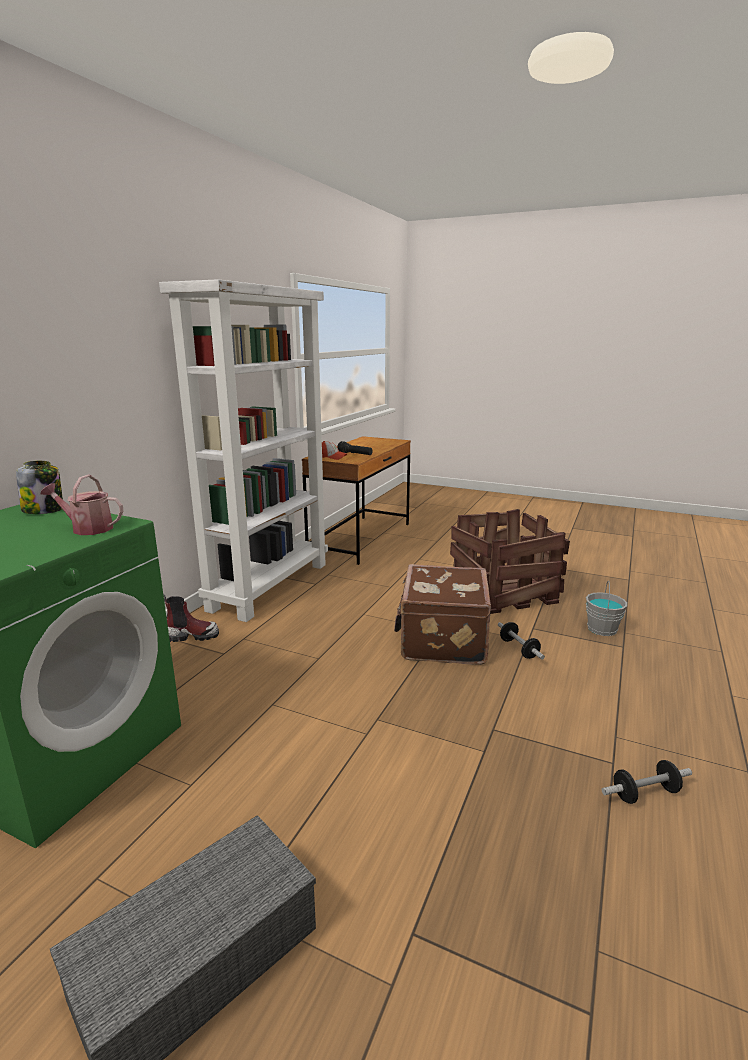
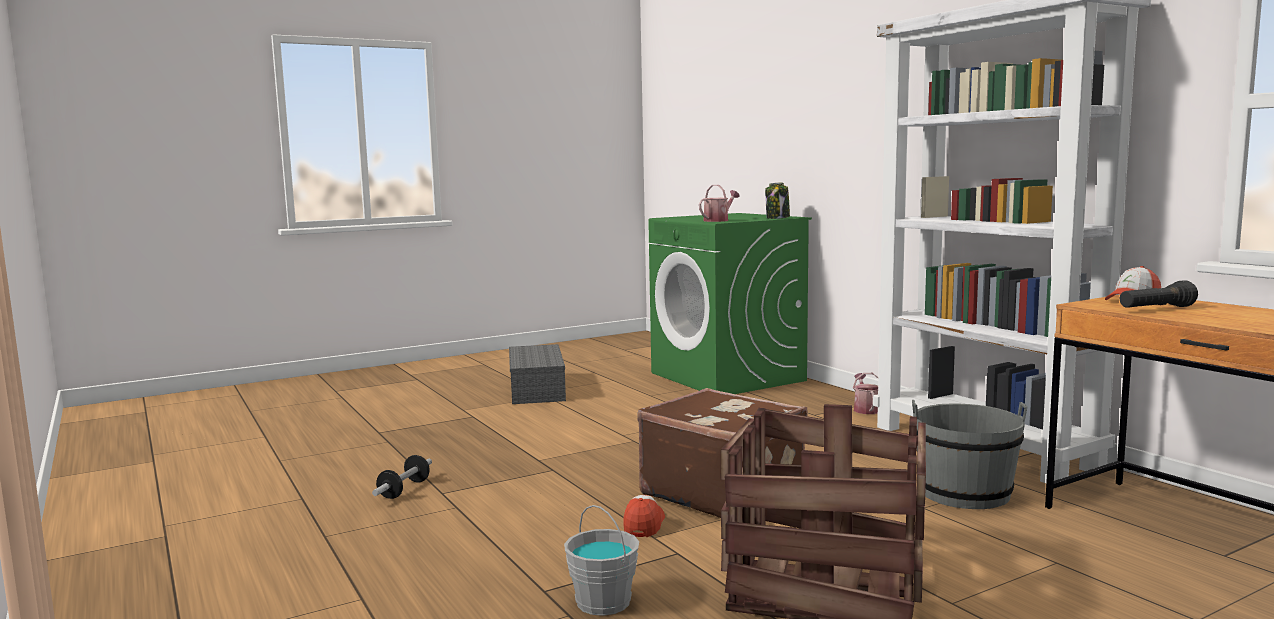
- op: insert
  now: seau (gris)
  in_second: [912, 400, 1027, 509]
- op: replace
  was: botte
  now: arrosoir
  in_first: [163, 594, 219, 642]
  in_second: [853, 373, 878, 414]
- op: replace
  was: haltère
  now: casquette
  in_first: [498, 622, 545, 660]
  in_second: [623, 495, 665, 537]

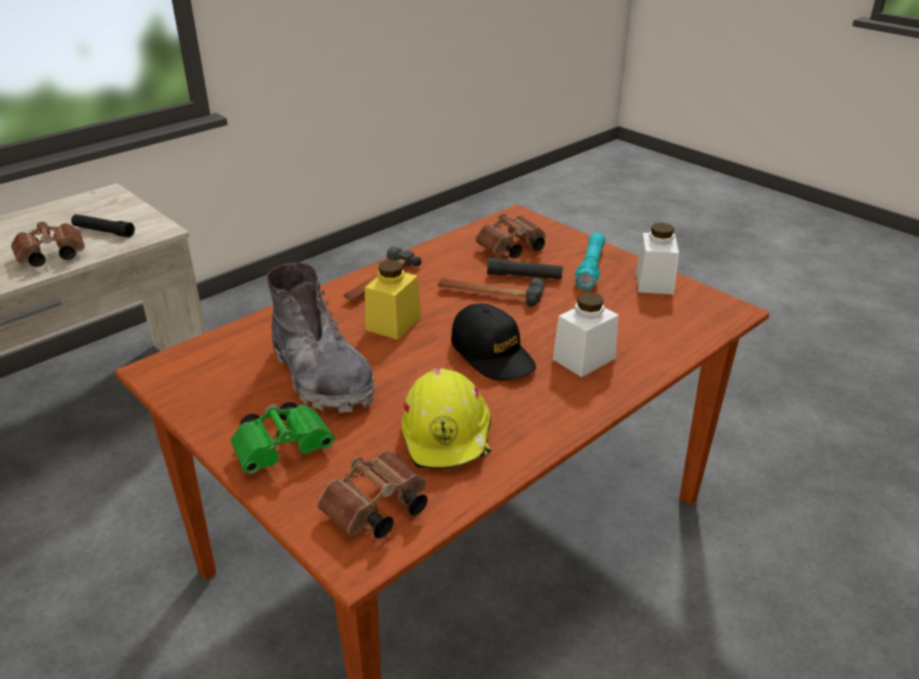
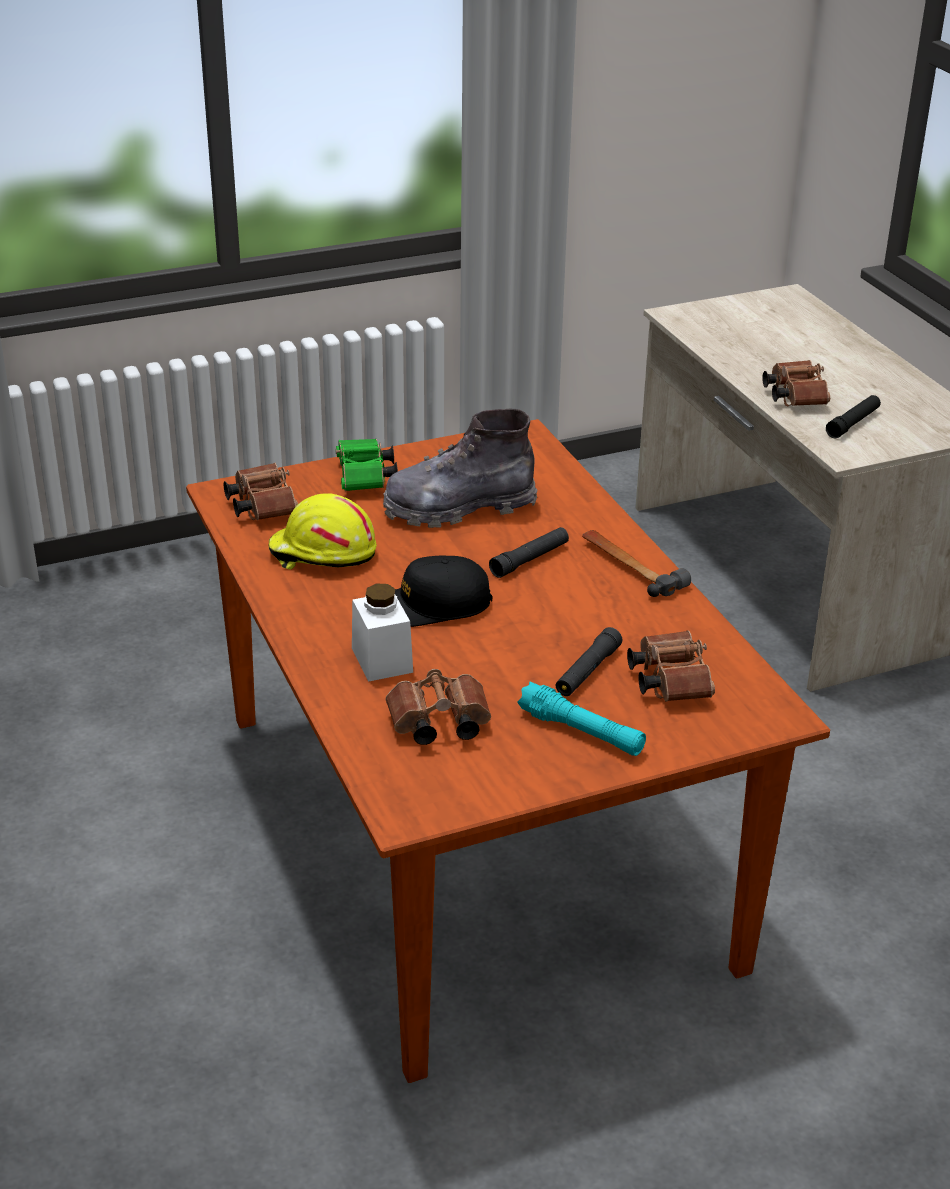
- op: delete
  was: marteau
  in_first: [438, 278, 545, 307]
- op: delete
  was: bocal (blanc)
  in_first: [636, 223, 679, 295]
- op: insert
  now: jumelles (marron)
  in_second: [386, 669, 491, 745]
- op: replace
  was: bocal (jaune)
  now: lampe de poche (noir)
  in_first: [365, 260, 421, 340]
  in_second: [489, 527, 569, 578]

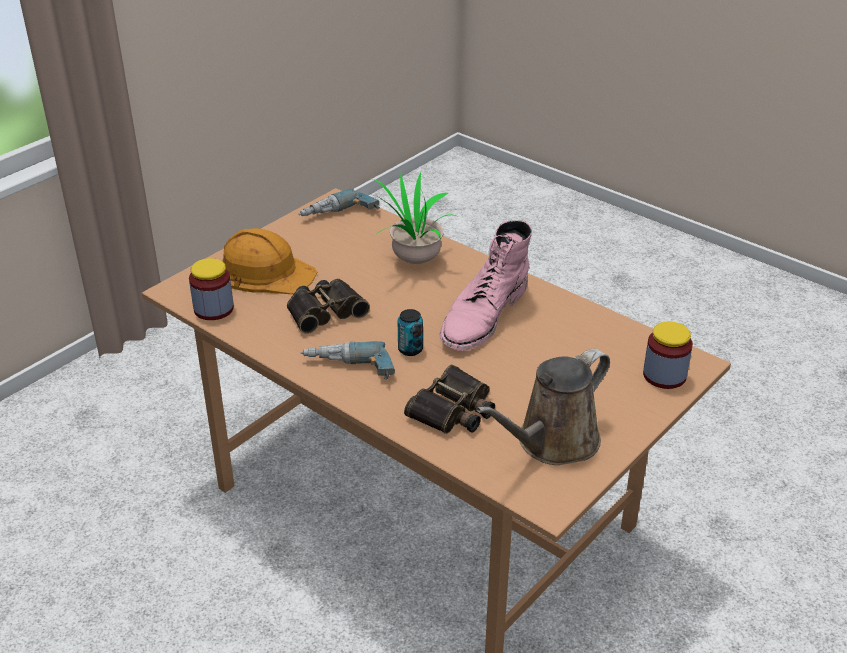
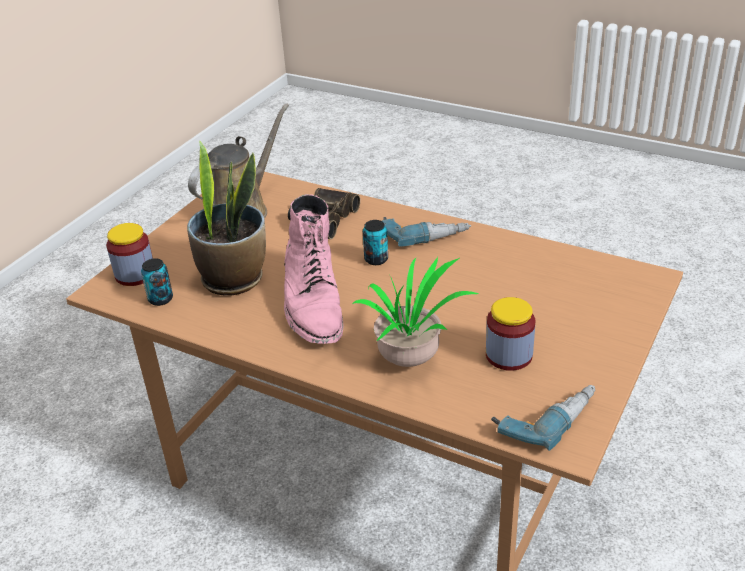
- op: delete
  was: casque de chantier (orange)
  in_first: [222, 228, 318, 294]
- op: delete
  was: jumelles
  in_first: [287, 279, 370, 334]
- op: insert
  now: boîte métallique
  in_second: [141, 258, 173, 306]
- op: insert
  now: plante en pot
  in_second: [187, 140, 266, 296]
- op: move
  was: bocal
  in_first: [189, 258, 234, 320]
  in_second: [486, 297, 535, 371]
- op: rotate
  was: botte (rose)
  in_first: [440, 220, 532, 351]
  in_second: [284, 194, 344, 344]
  clockwise: 150

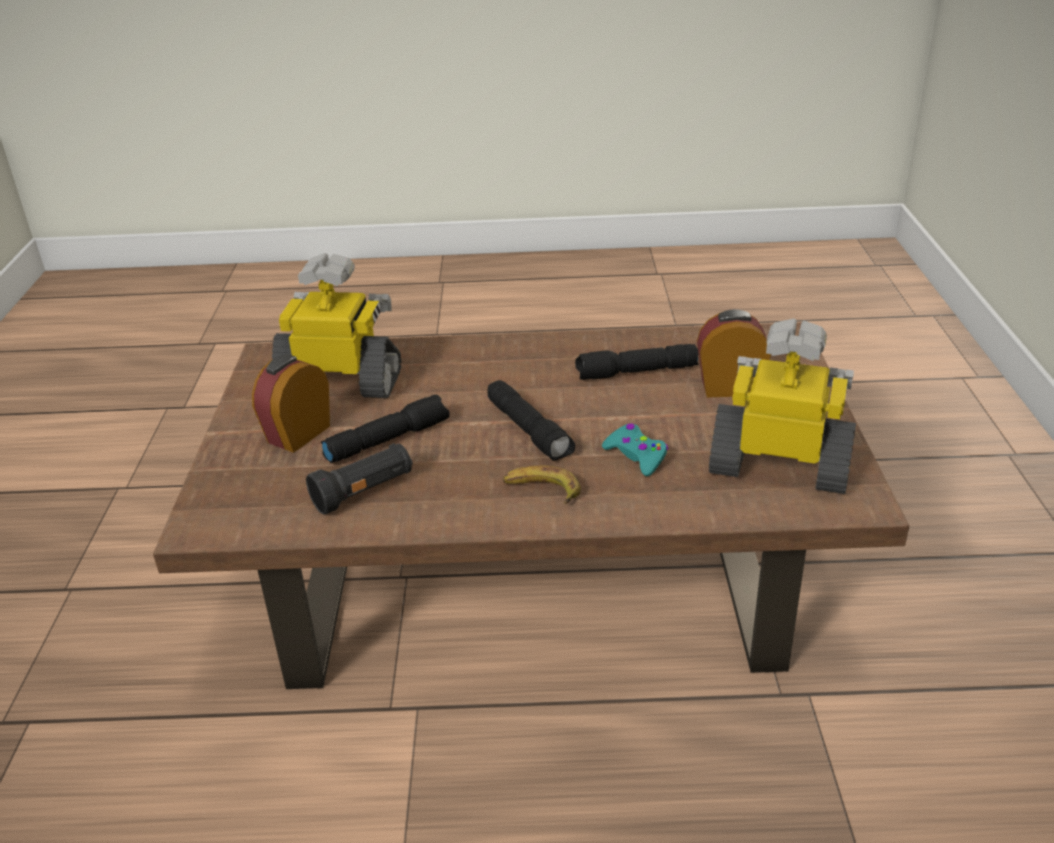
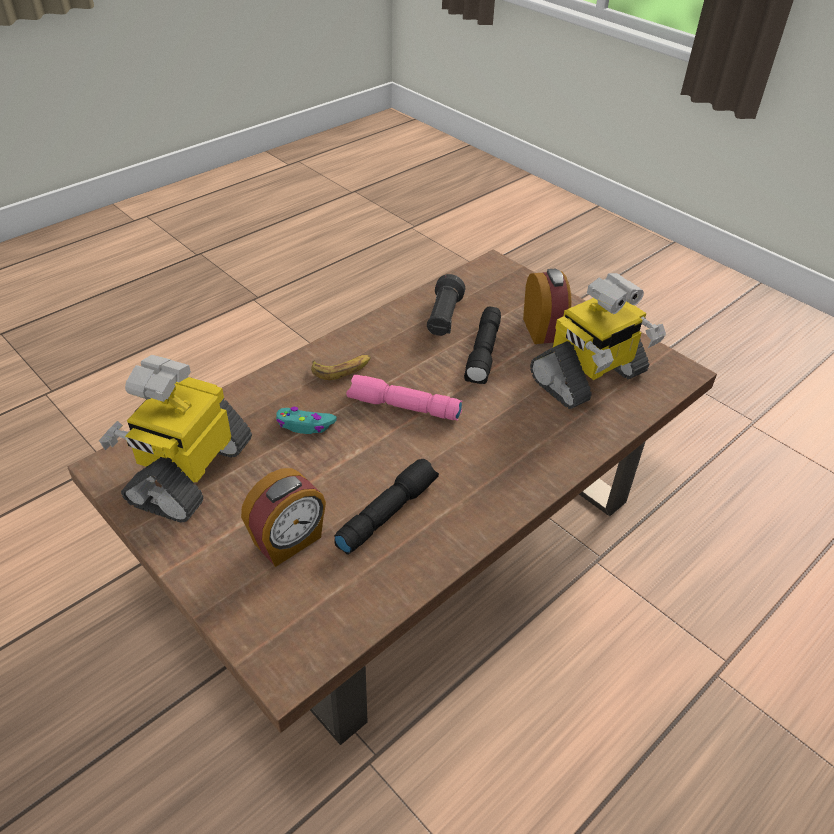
- op: recolor
  was: lampe de poche (noir)
  now: lampe de poche (rose)
  in_first: [488, 380, 575, 461]
  in_second: [346, 375, 463, 421]
- op: rotate
  was: robot jouet
  in_first: [709, 318, 856, 494]
  in_second: [99, 355, 252, 523]
  clockwise: 135

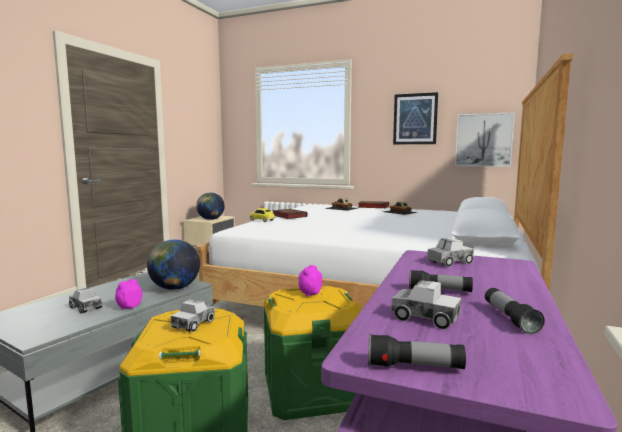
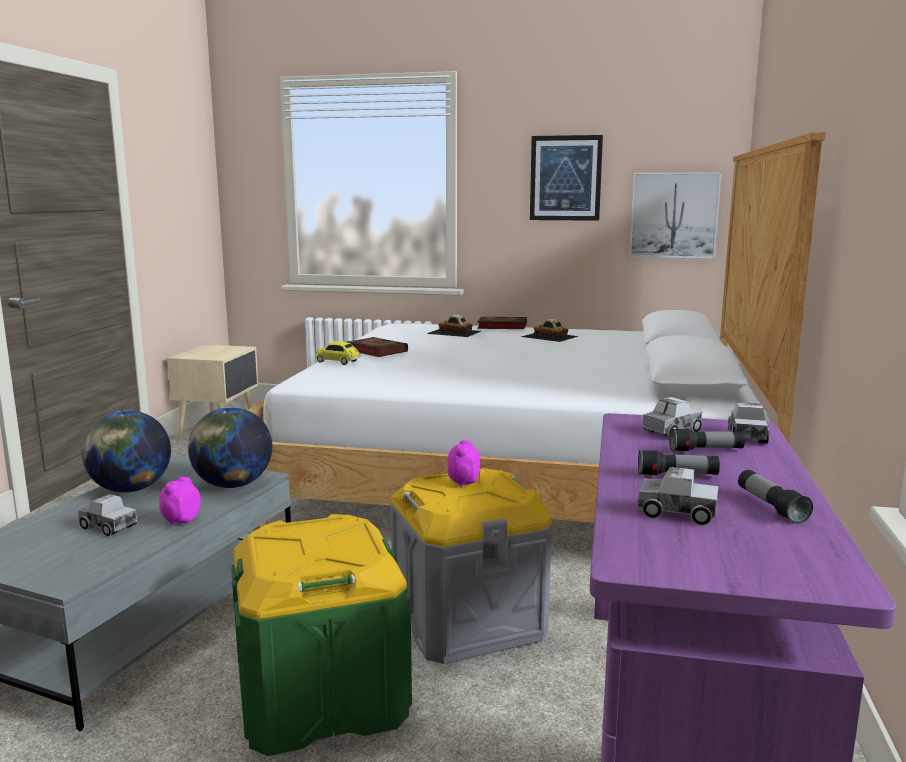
- op: move
  was: camion jouet
  in_first: [171, 299, 215, 332]
  in_second: [728, 402, 769, 444]
- op: move
  was: globe
  in_first: [196, 192, 225, 220]
  in_second: [82, 410, 171, 493]
- op: move
  was: lampe de poche
  in_first: [368, 334, 466, 369]
  in_second: [669, 428, 745, 451]
- op: recolor
  was: boîte de rangement (vert)
  now: boîte de rangement (gris)
  in_first: [264, 286, 361, 420]
  in_second: [390, 468, 553, 664]

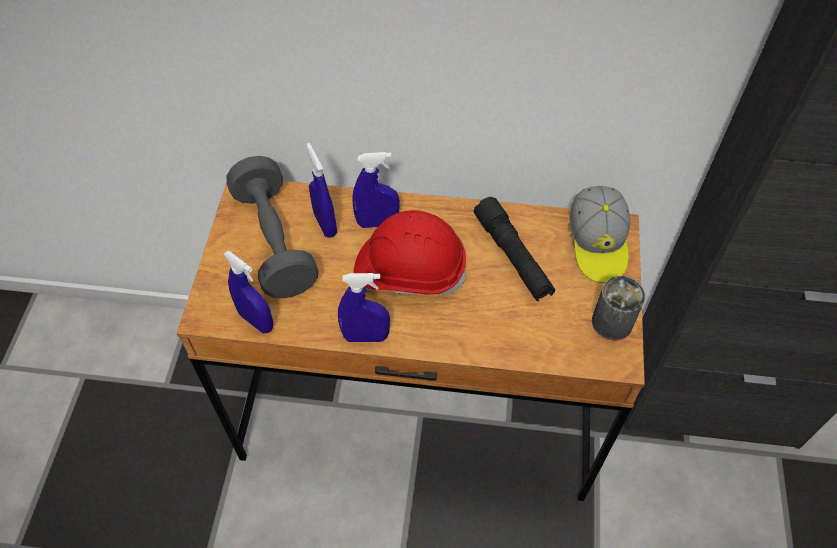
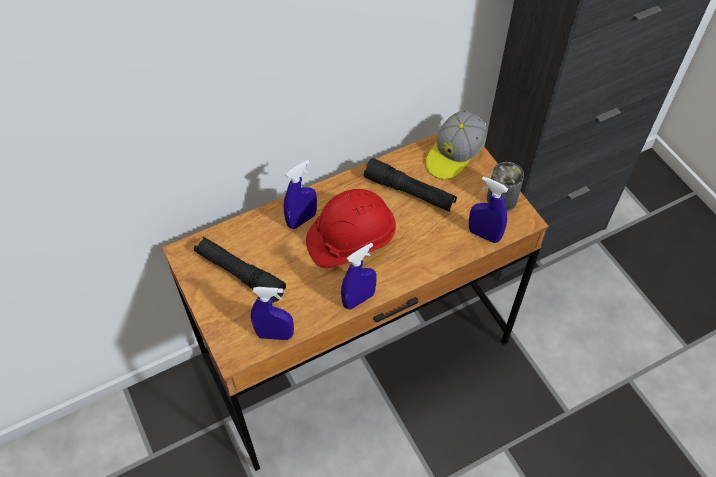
- op: move
  was: vaporisateur (bleu)
  in_first: [306, 143, 337, 238]
  in_second: [469, 176, 508, 243]
- op: replace
  was: haltère (gris)
  now: lampe de poche (noir)
  in_first: [227, 156, 319, 298]
  in_second: [194, 237, 286, 303]
- op: rotate
  was: casquette
  in_first: [569, 186, 630, 283]
  in_second: [426, 111, 487, 180]
  clockwise: 75

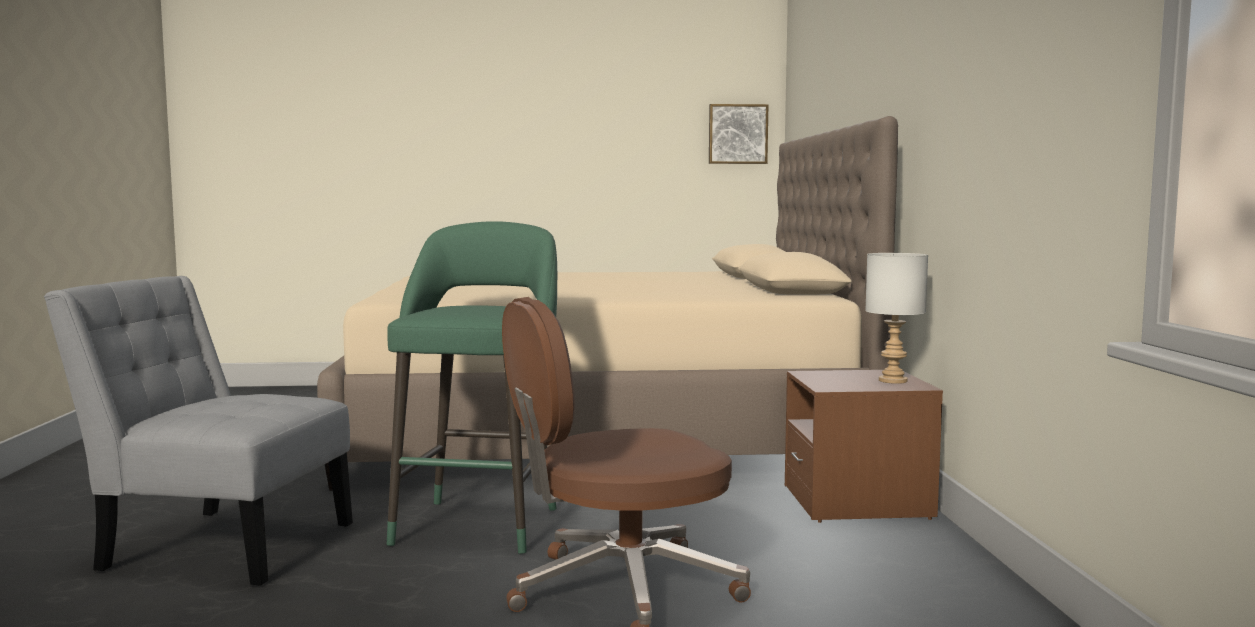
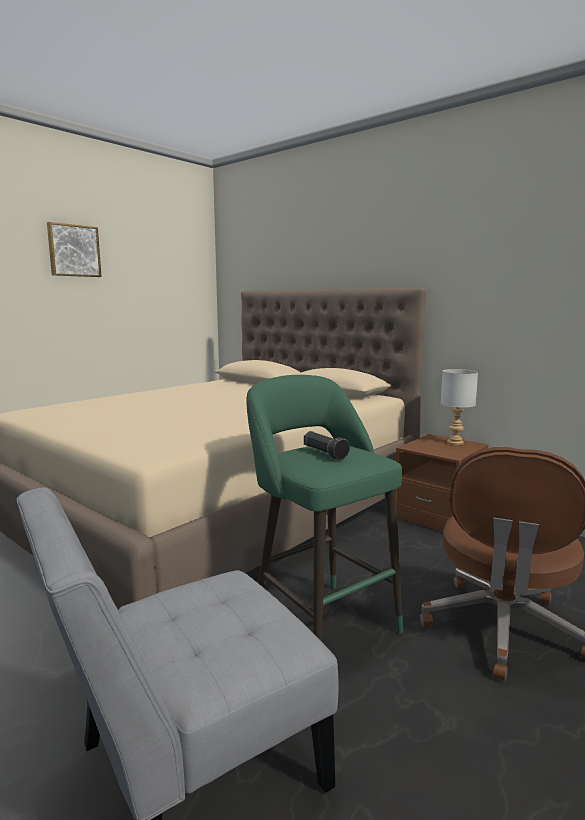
- op: insert
  now: lampe de poche (noir)
  in_second: [304, 431, 350, 460]
- op: move
  was: tableau
  in_first: [709, 104, 768, 164]
  in_second: [47, 222, 102, 277]

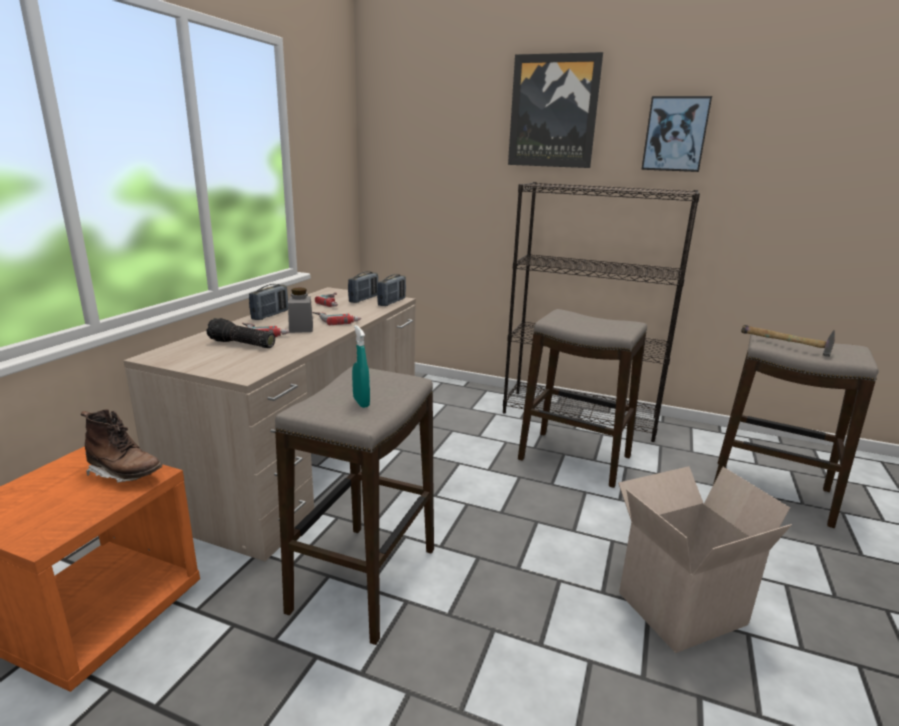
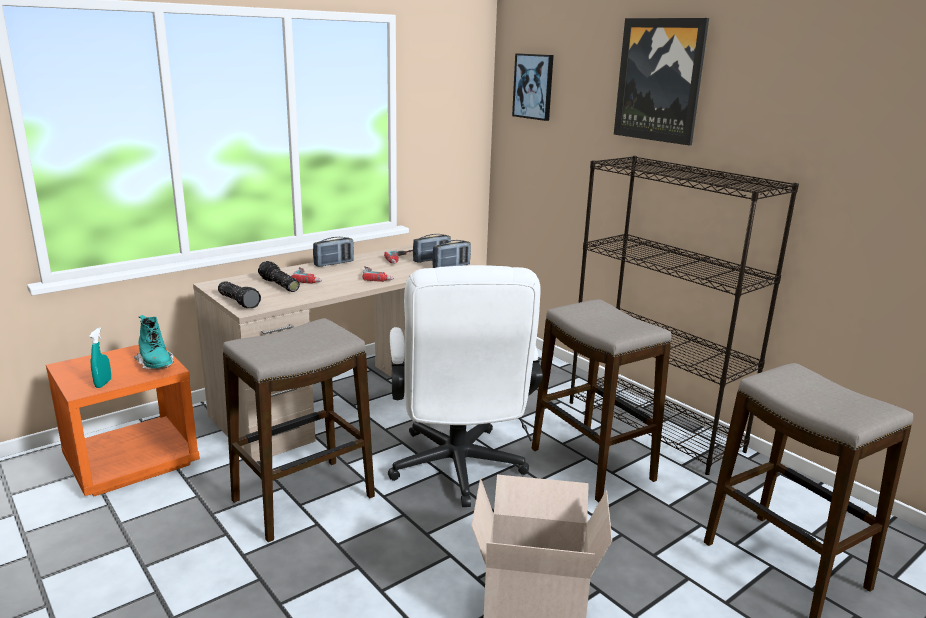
- op: delete
  was: bocal (gris)
  in_first: [288, 287, 313, 333]
- op: delete
  was: marteau
  in_first: [741, 325, 835, 357]
- op: insert
  now: lampe de poche
  in_second: [218, 281, 261, 309]
- op: insert
  now: chaise de bureau (blanc)
  in_second: [388, 265, 543, 507]
- op: move
  was: vaporisateur (turquoise)
  in_first: [352, 325, 370, 408]
  in_second: [89, 327, 111, 388]
- op: move
  was: tableau
  in_first: [641, 96, 712, 172]
  in_second: [512, 53, 554, 121]
- op: recolor
  was: botte (marron)
  now: botte (turquoise)
  in_first: [80, 409, 162, 483]
  in_second: [134, 315, 174, 370]

